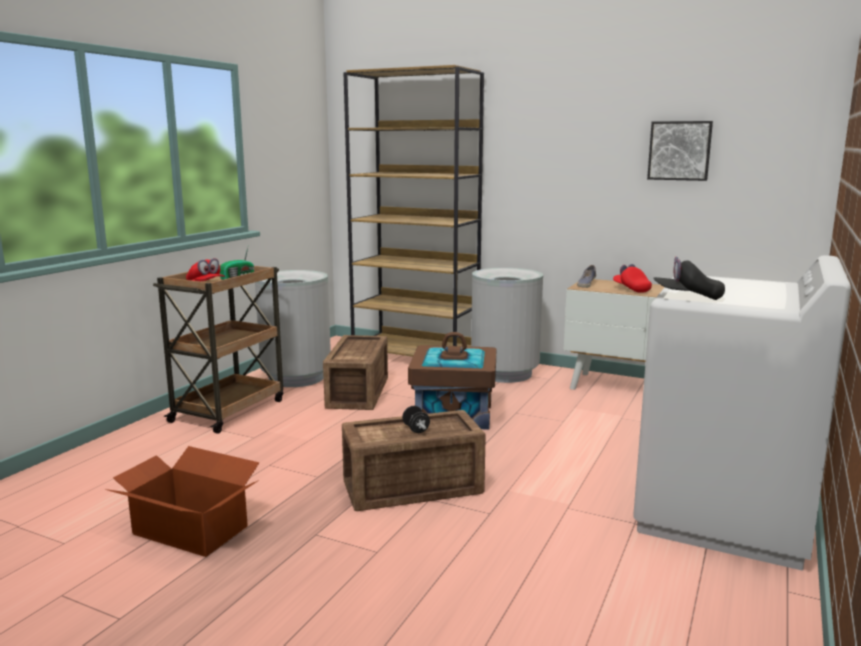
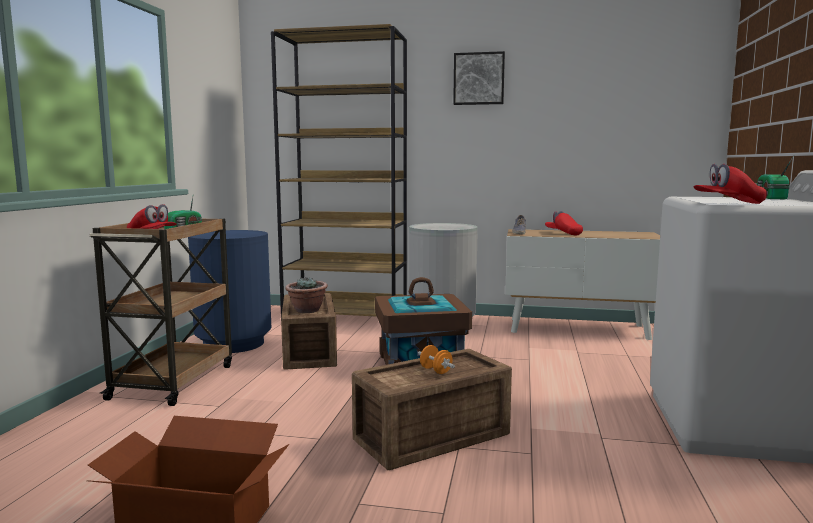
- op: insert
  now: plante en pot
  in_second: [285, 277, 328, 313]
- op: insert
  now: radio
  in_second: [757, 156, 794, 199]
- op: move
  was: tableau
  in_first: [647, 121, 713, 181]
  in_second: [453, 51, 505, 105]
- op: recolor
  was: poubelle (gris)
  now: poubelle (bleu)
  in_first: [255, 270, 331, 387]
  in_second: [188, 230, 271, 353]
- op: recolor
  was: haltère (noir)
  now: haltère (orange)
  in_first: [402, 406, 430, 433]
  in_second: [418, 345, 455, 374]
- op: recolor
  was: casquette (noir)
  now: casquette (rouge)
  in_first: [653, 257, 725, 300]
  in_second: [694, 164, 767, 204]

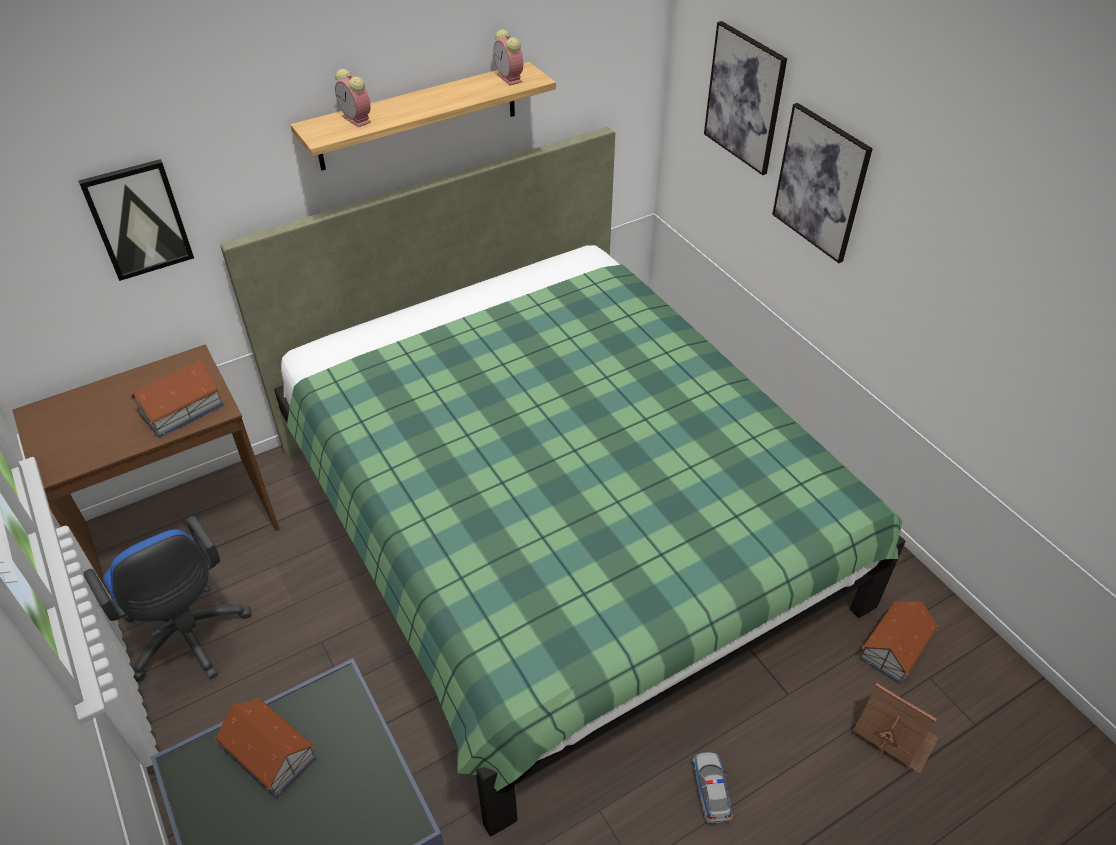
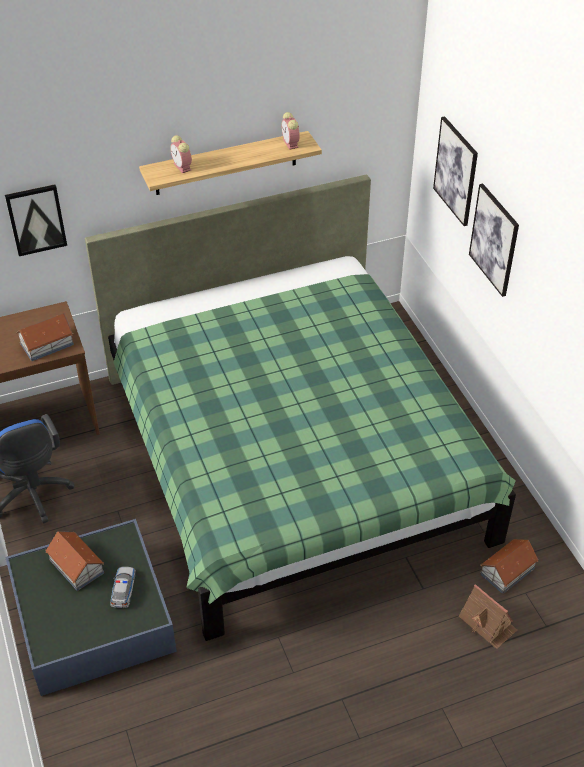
- op: move
  was: petite voiture
  in_first: [693, 752, 732, 825]
  in_second: [110, 567, 136, 609]

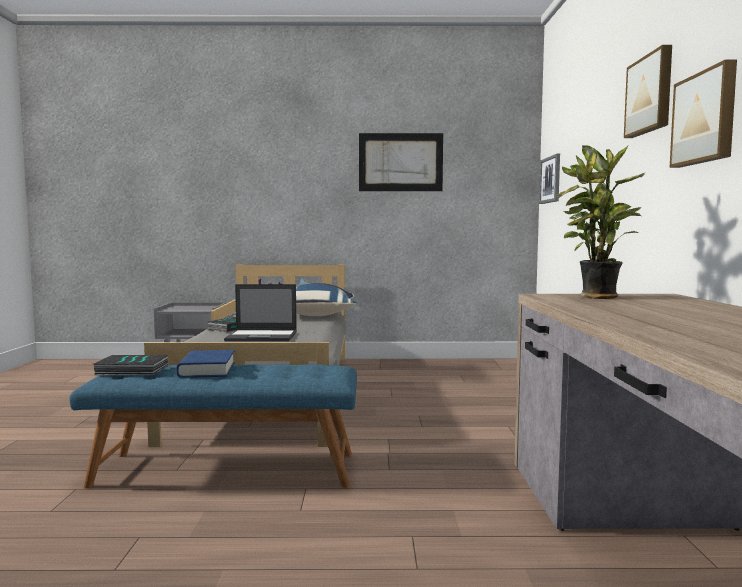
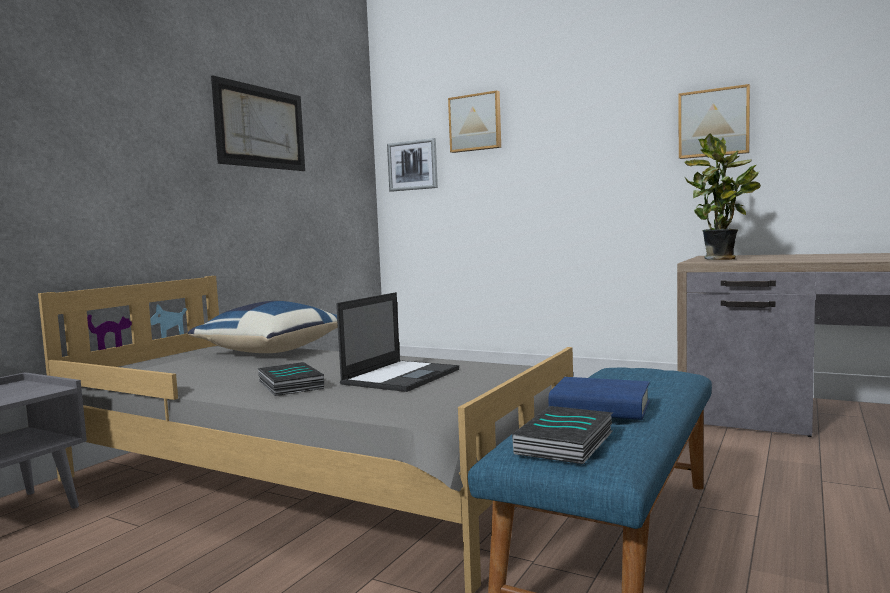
- op: move
  was: tableau
  in_first: [624, 45, 672, 138]
  in_second: [448, 90, 501, 153]

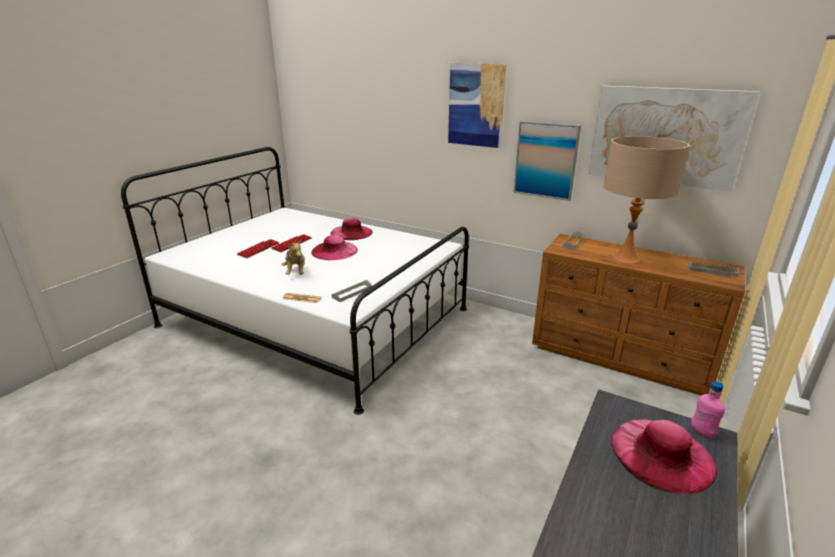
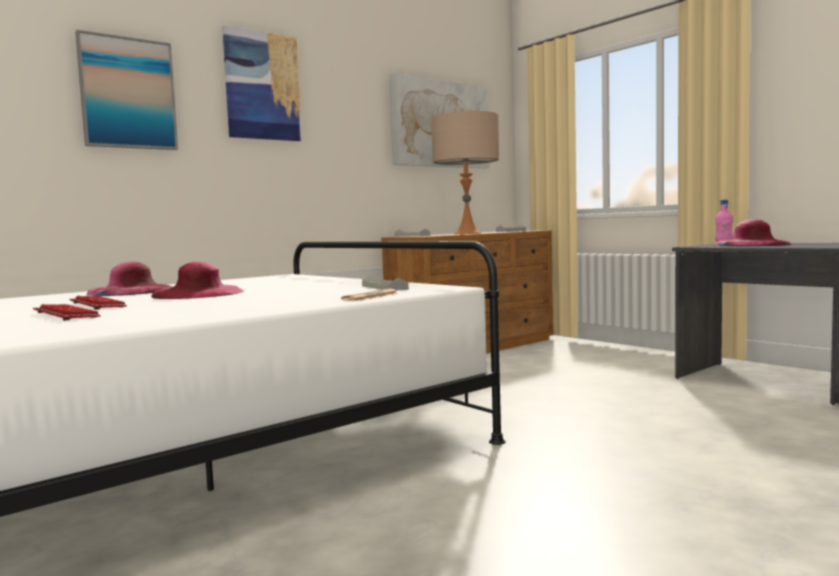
- op: delete
  was: peluche
  in_first: [282, 239, 305, 275]
- op: move
  was: tableau
  in_first: [514, 121, 581, 201]
  in_second: [75, 30, 178, 150]

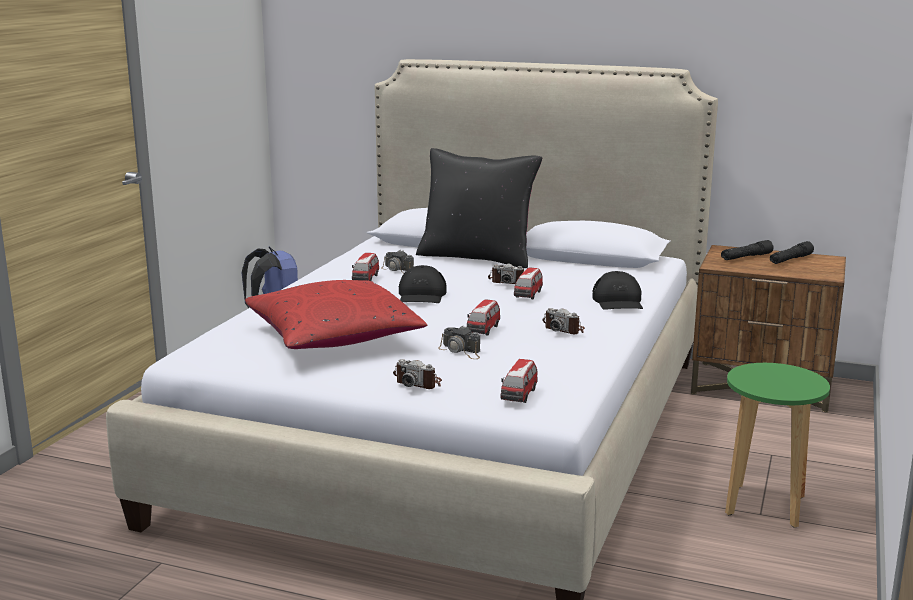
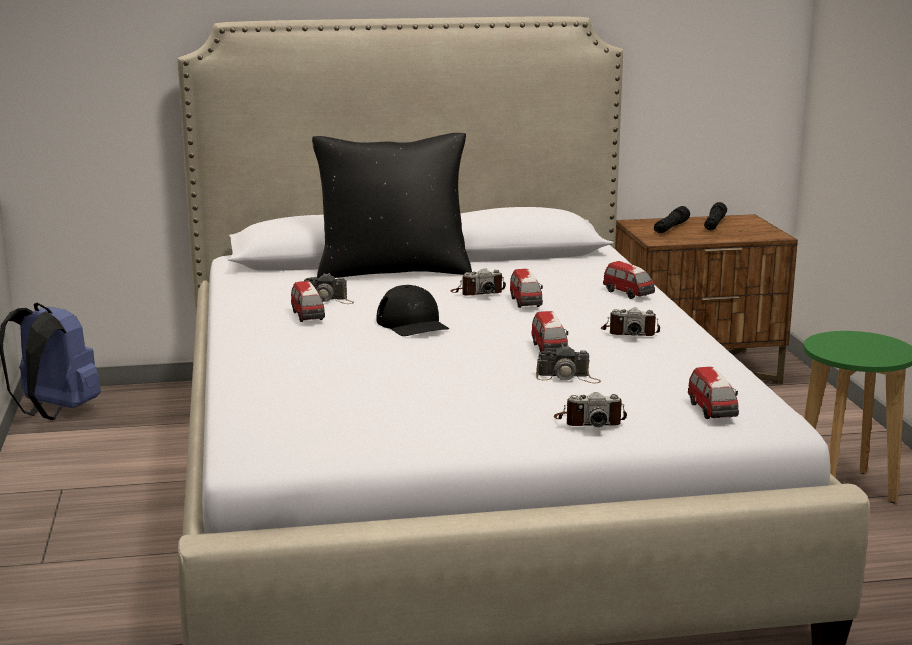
- op: delete
  was: coussin (rouge)
  in_first: [245, 280, 427, 349]
- op: replace
  was: casquette (noir)
  now: petite voiture
  in_first: [592, 271, 643, 310]
  in_second: [603, 261, 655, 299]

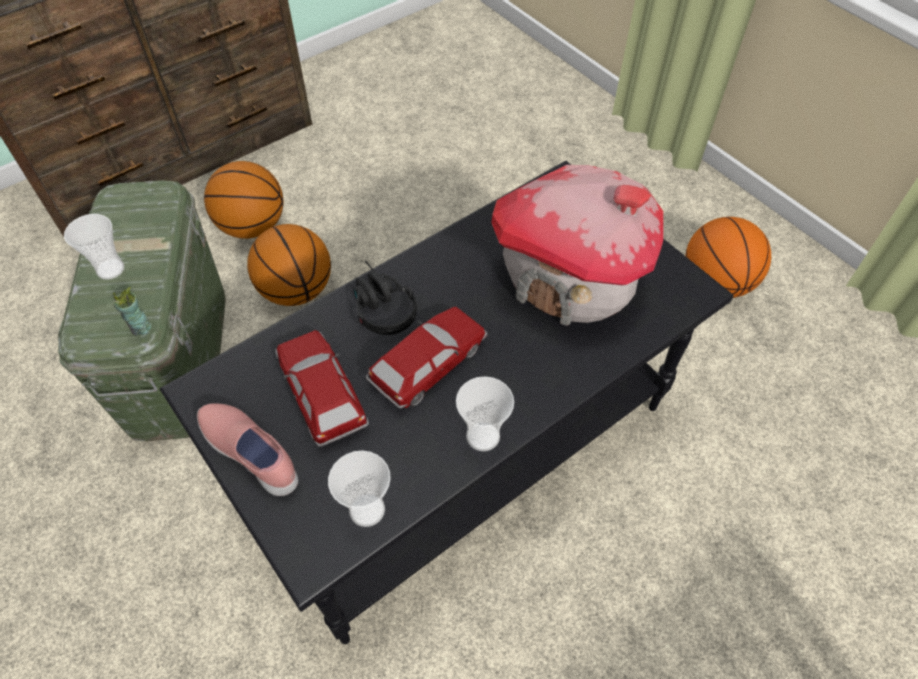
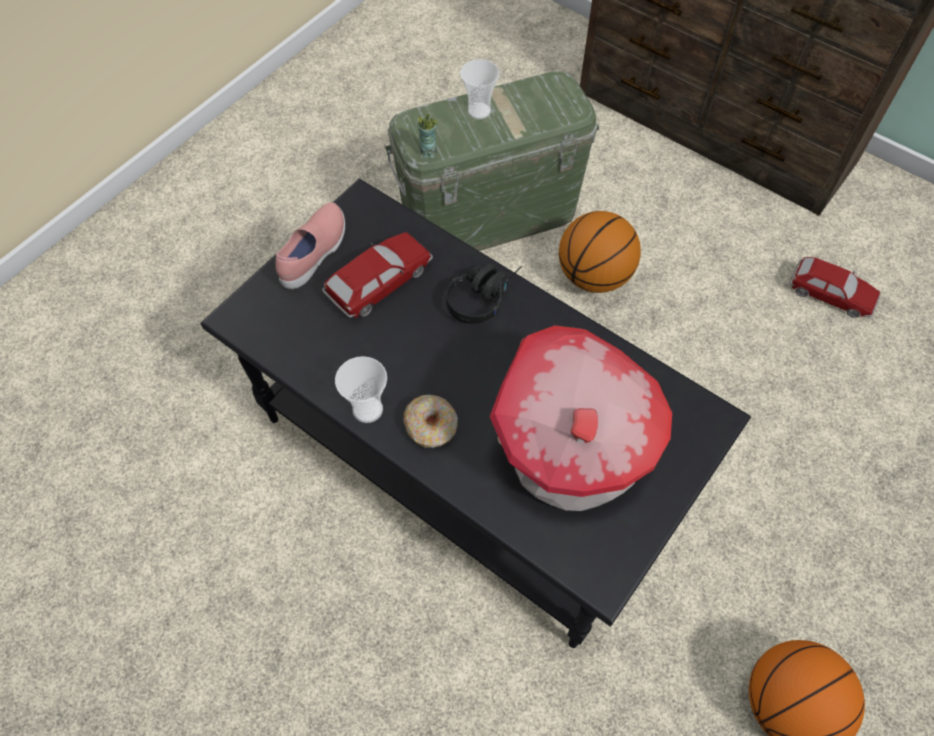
- op: delete
  was: ballon de basket
  in_first: [204, 161, 284, 239]
- op: delete
  was: tasse
  in_first: [328, 450, 391, 527]
- op: insert
  now: beignet
  in_second: [404, 395, 458, 448]
- op: move
  was: petite voiture
  in_first: [366, 307, 488, 409]
  in_second: [790, 257, 880, 318]

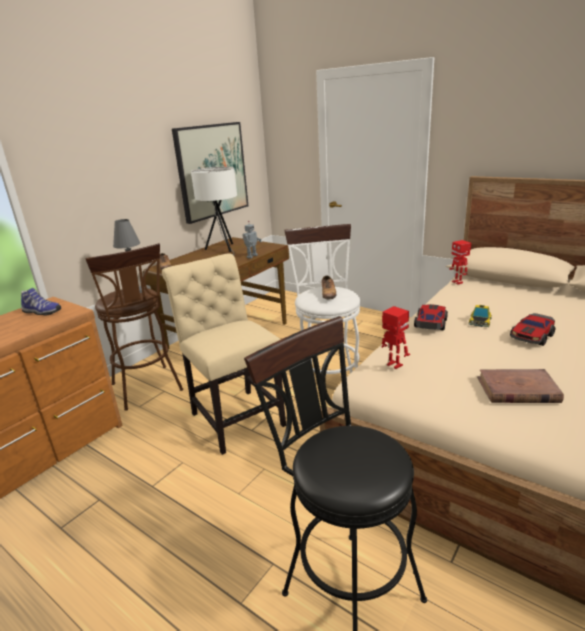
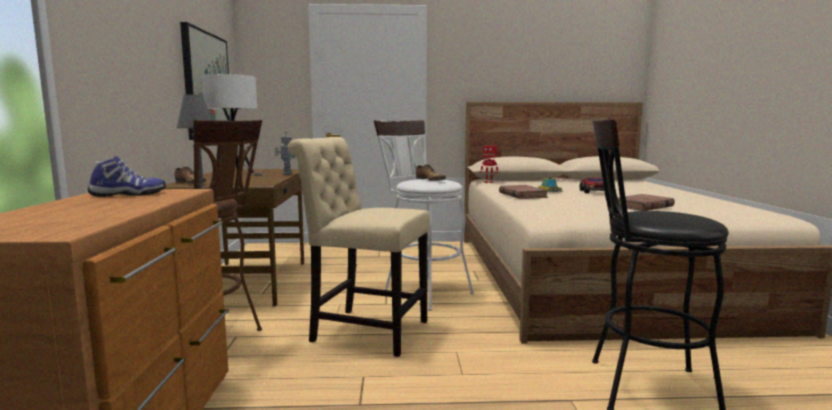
- op: delete
  was: robot jouet
  in_first: [381, 306, 410, 369]
- op: replace
  was: petite voiture
  now: livre (marron)
  in_first: [414, 304, 448, 330]
  in_second: [499, 185, 549, 199]

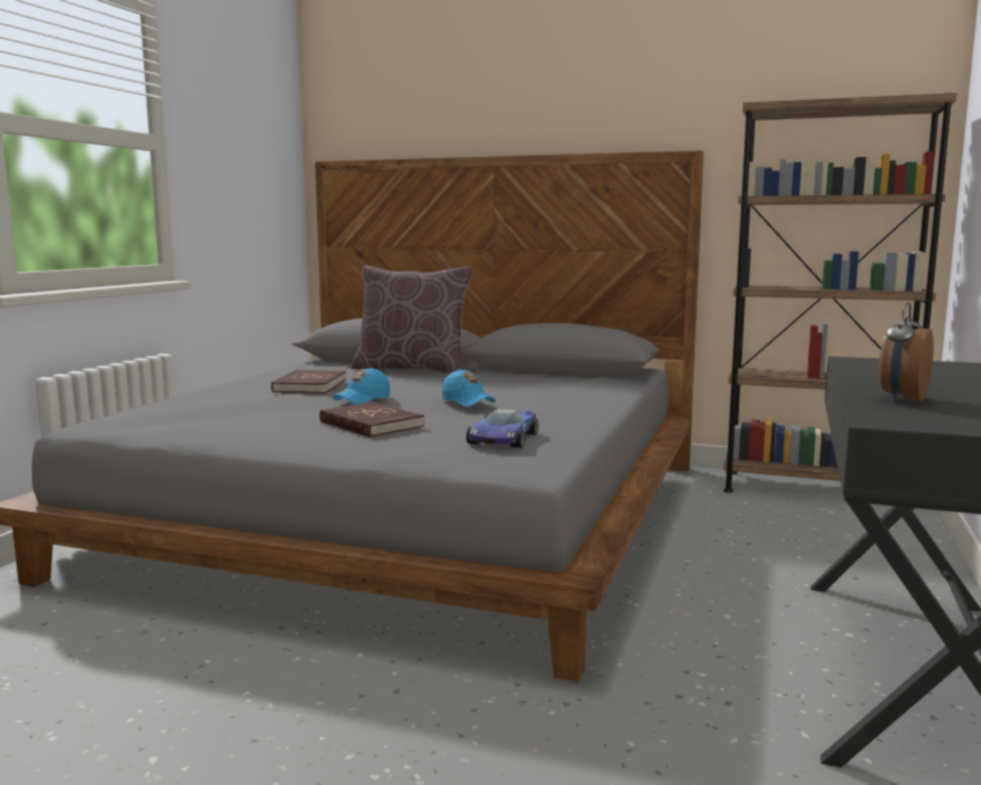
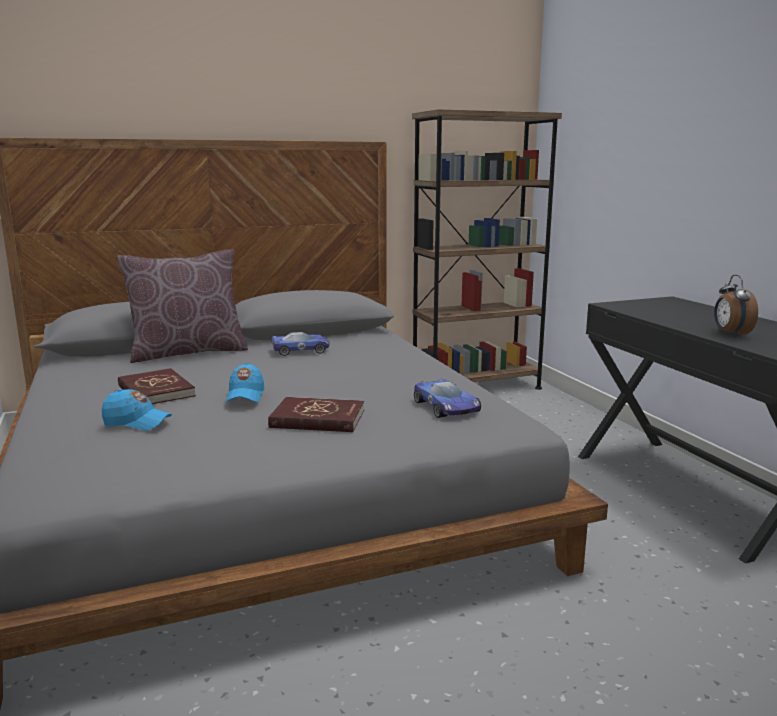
- op: insert
  now: petite voiture
  in_second: [271, 332, 330, 356]
- op: move
  was: casquette (bleu)
  in_first: [442, 369, 496, 407]
  in_second: [102, 389, 172, 431]

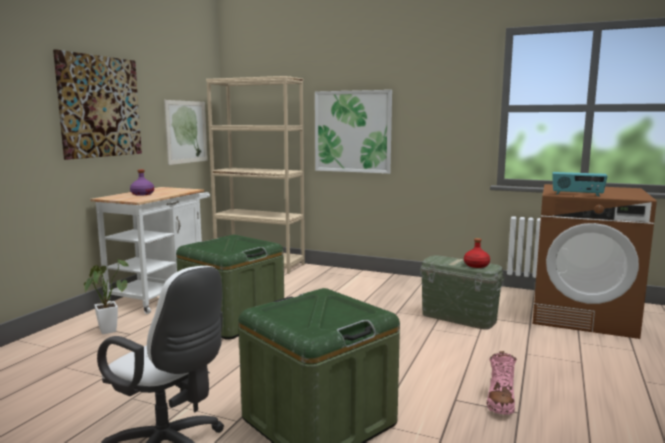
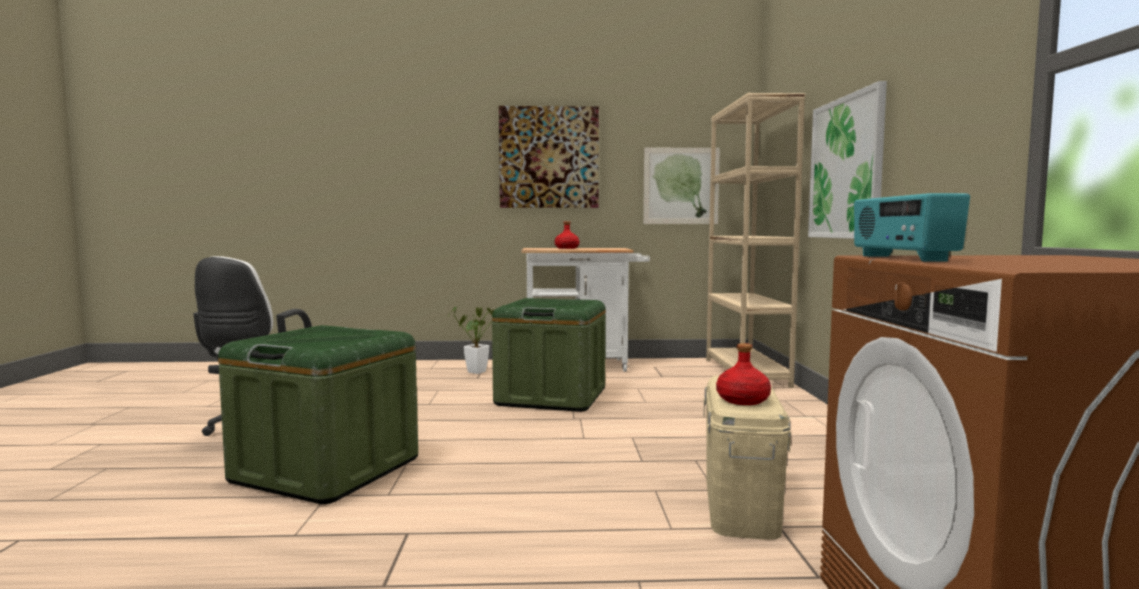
- op: delete
  was: botte (rose)
  in_first: [487, 351, 517, 415]
- op: recolor
  was: bouteille (violet)
  now: bouteille (rouge)
  in_first: [130, 169, 154, 196]
  in_second: [555, 221, 579, 249]
- op: recolor
  was: boîte de rangement (vert)
  now: boîte de rangement (beige)
  in_first: [420, 255, 505, 330]
  in_second: [704, 376, 791, 540]

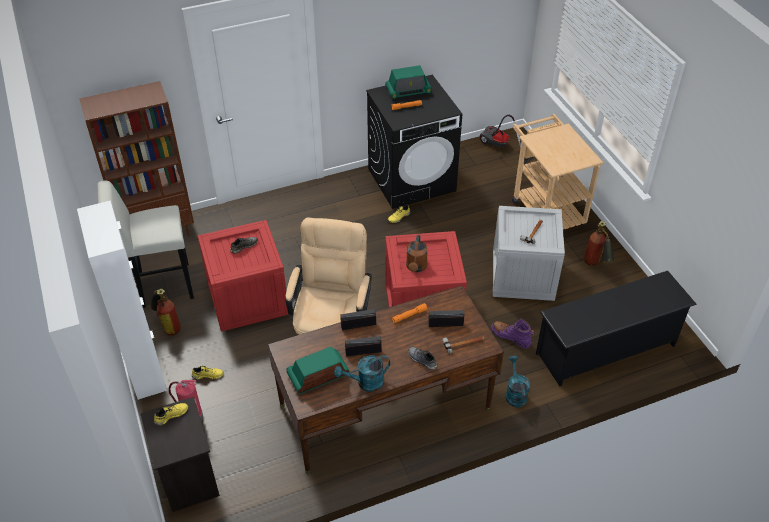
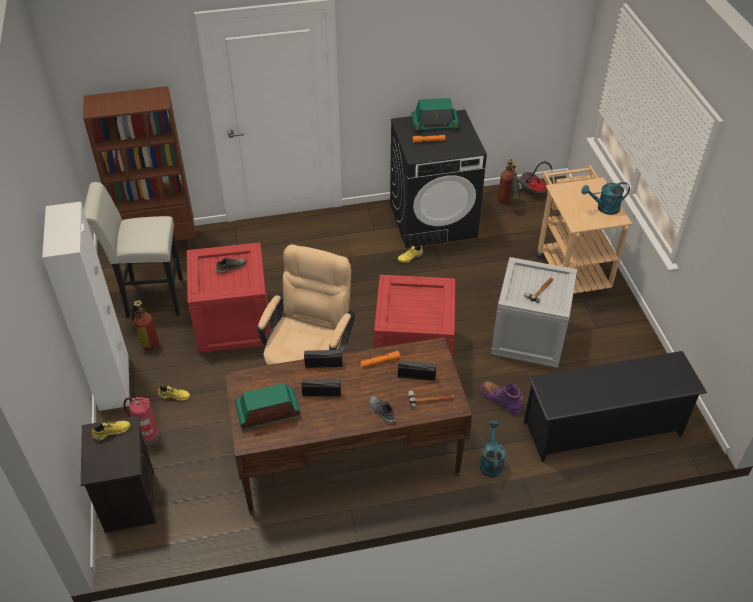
- op: delete
  was: arrosoir (marron)
  in_first: [406, 235, 428, 272]
- op: move
  was: arrosoir (turquoise)
  in_first: [334, 355, 390, 392]
  in_second: [581, 182, 630, 215]
- op: move
  was: extincteur
  in_first: [584, 221, 614, 266]
  in_second: [498, 158, 521, 204]

